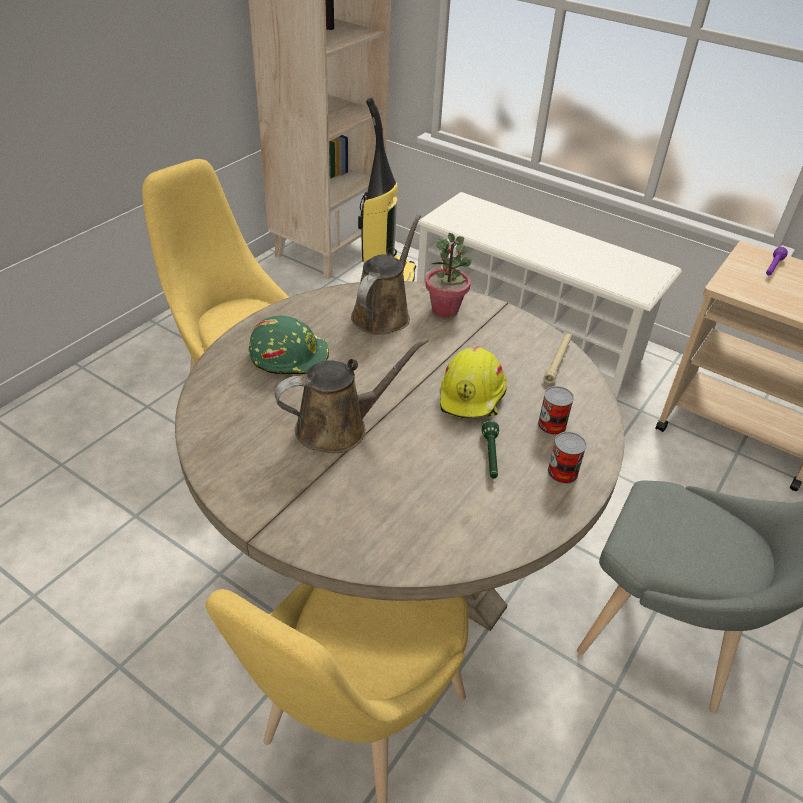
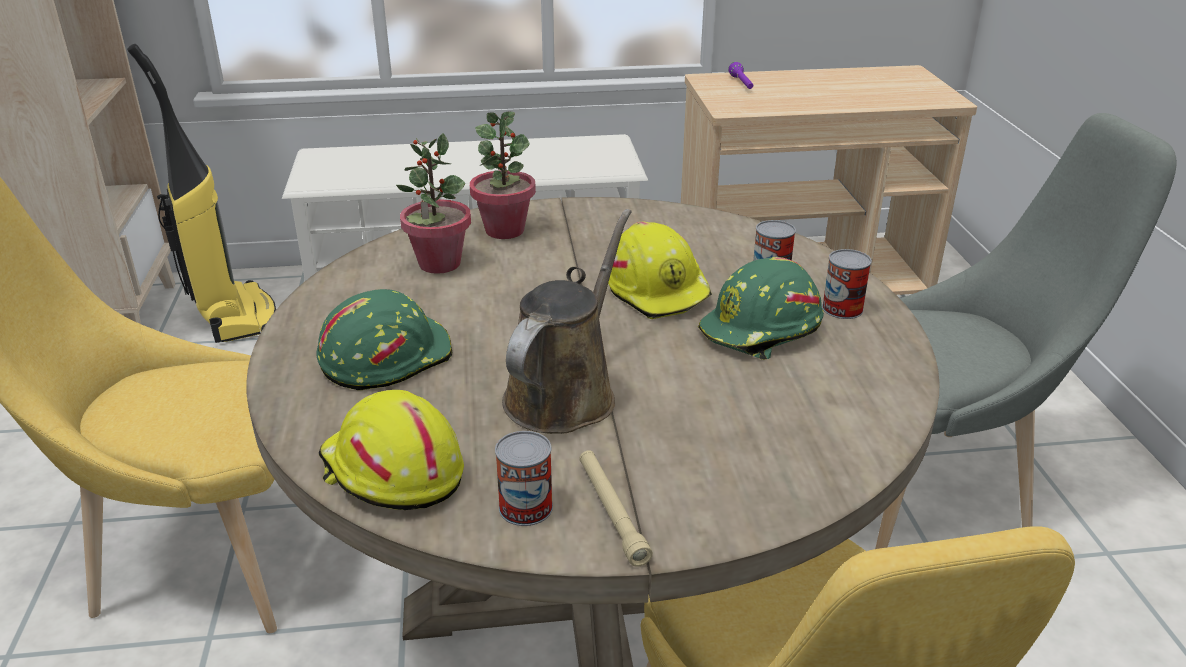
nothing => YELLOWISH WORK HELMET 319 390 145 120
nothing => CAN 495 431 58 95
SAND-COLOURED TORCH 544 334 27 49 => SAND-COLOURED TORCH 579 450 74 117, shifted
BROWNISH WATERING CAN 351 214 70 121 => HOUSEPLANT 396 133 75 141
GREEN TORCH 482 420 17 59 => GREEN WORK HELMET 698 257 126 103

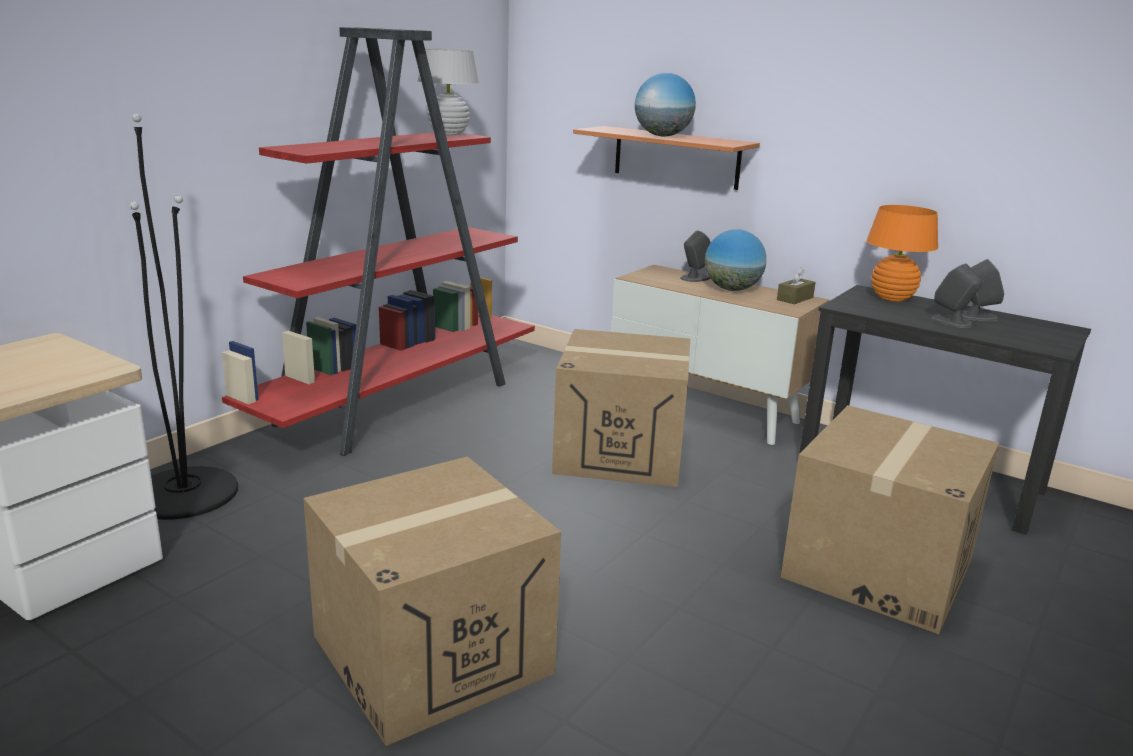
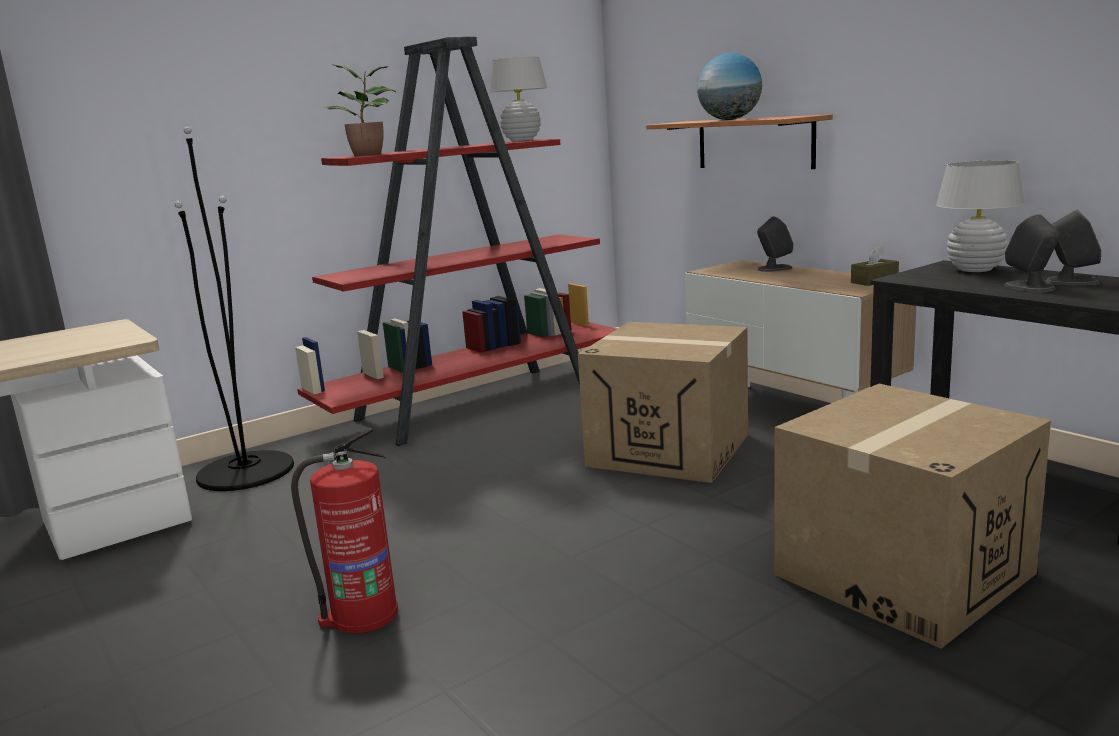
DESK GLOBE 705 229 62 62 => nothing
nothing => HOUSEPLANT 324 65 72 91
PACKING BOX 303 456 258 290 => FIRE-FIGHTING CYLINDER 291 428 107 206
ORANGEY TABLETOP LAMP 867 205 71 97 => WHITISH TABLETOP LAMP 936 160 89 112

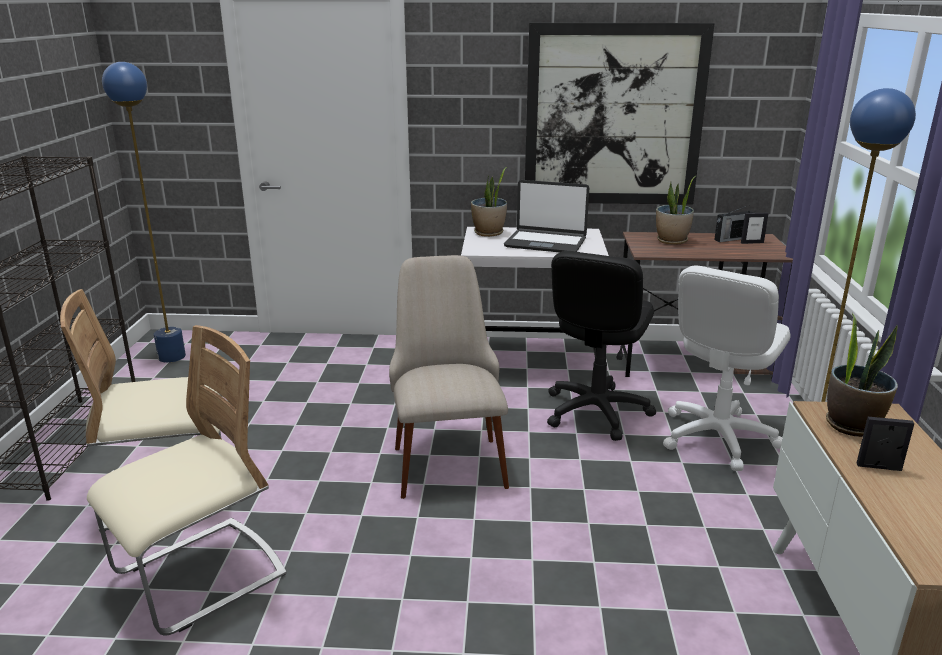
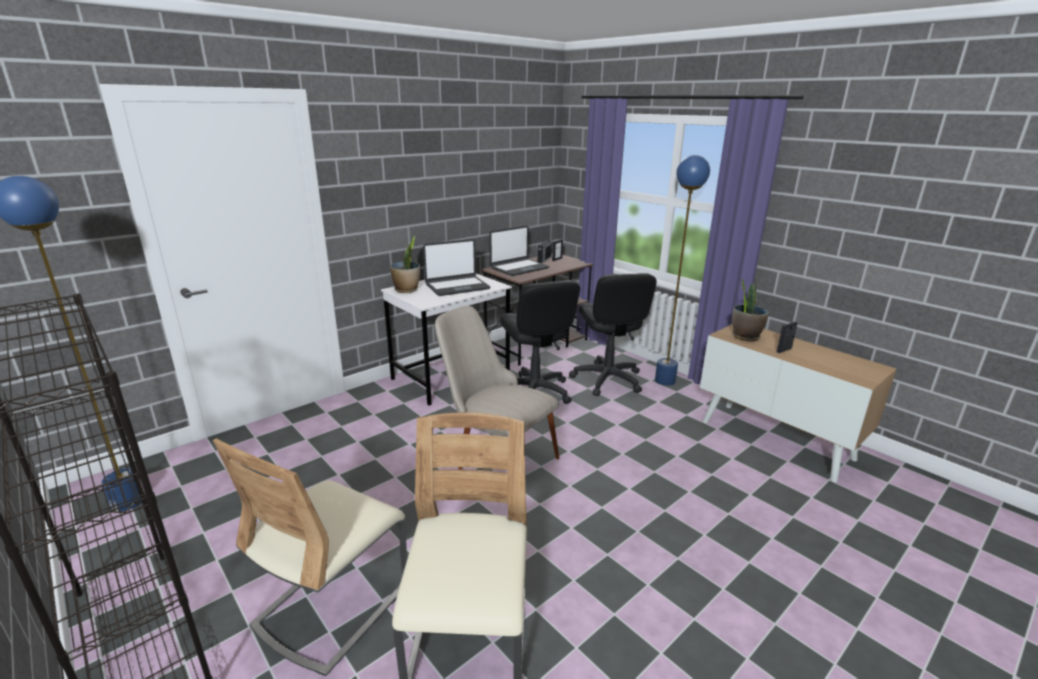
PICTURE 525 23 190 182 => nothing
HOUSEPLANT 656 176 39 69 => LAPTOP 489 226 60 50
WHITISH OFFICE CHAIR 663 266 128 205 => BLACKISH OFFICE CHAIR 569 273 88 123

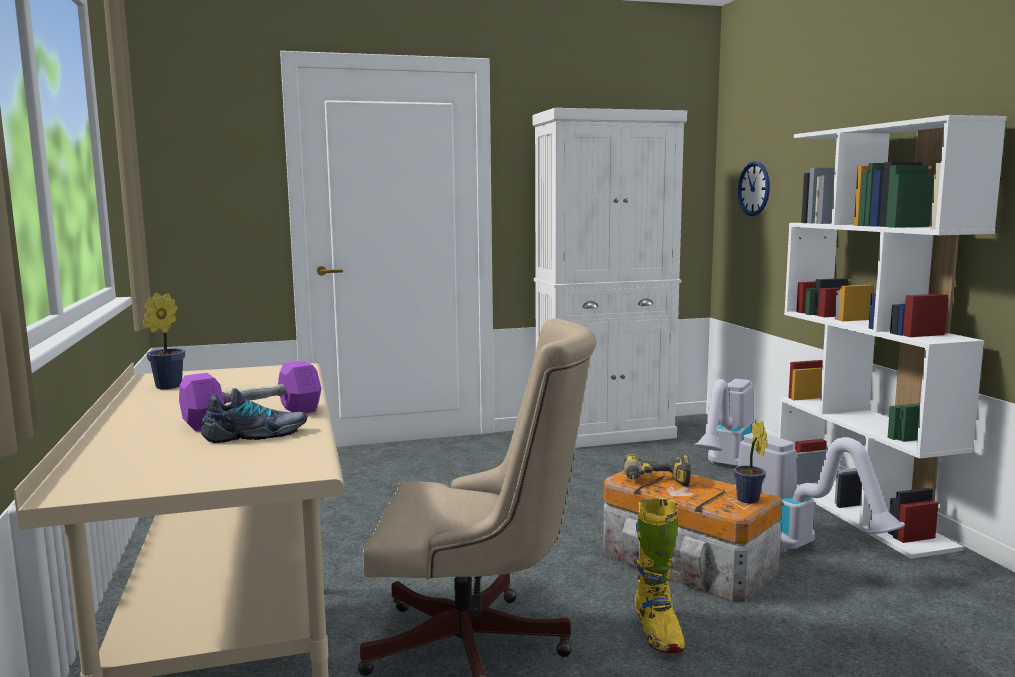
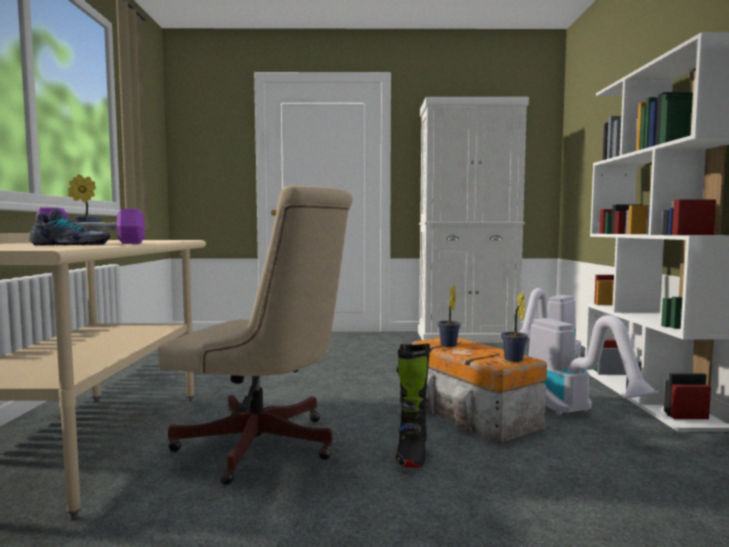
HANGING CLOCK 738 161 32 55 => nothing
ELECTRIC DRILL 623 454 68 33 => HOUSEPLANT 437 285 24 62
YELLOWISH BOOT 635 498 50 155 => BLACKISH BOOT 396 344 34 124

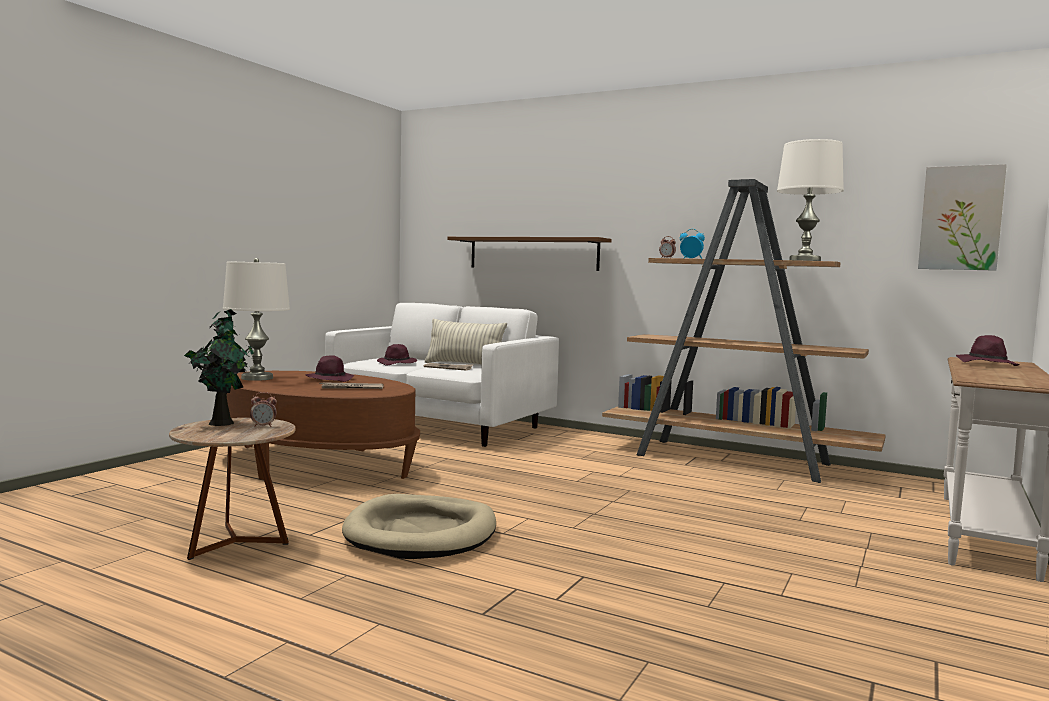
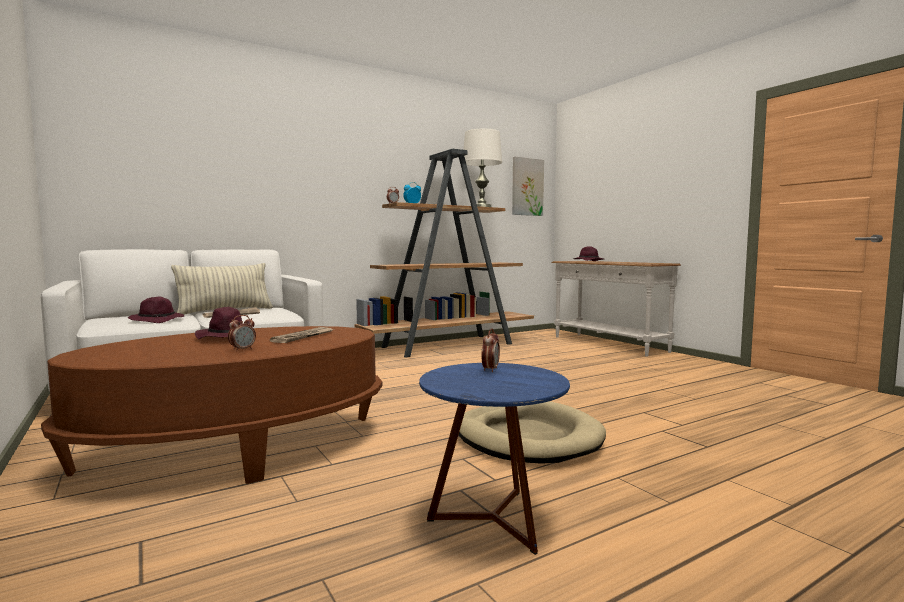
HOUSEPLANT 184 309 70 117 => nothing
WHITISH TABLETOP LAMP 223 258 67 123 => nothing
BROWNISH SHELF 447 237 165 34 => nothing
nothing => ALARM CLOCK 228 315 28 36
BROWNISH SIDE TABLE 169 418 127 142 => BLUE SIDE TABLE 419 363 151 192

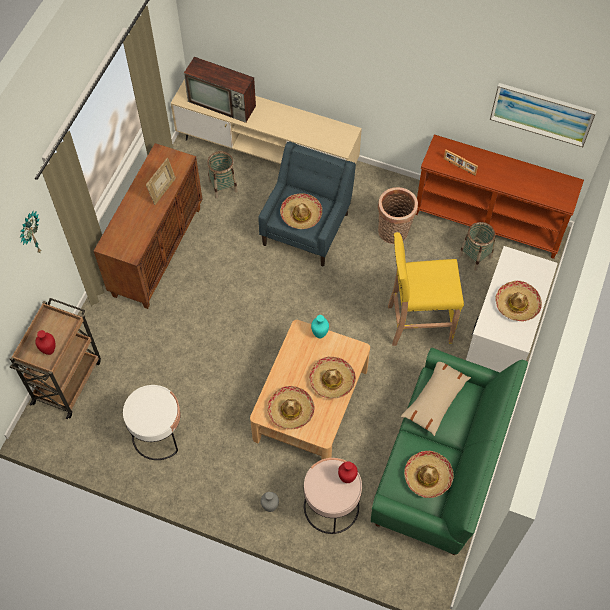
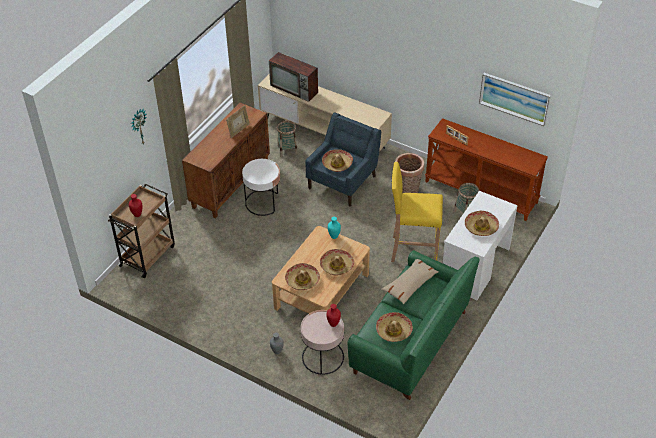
WHITISH SIDE TABLE 123 385 58 75 => WHITISH SIDE TABLE 242 159 38 57, shifted

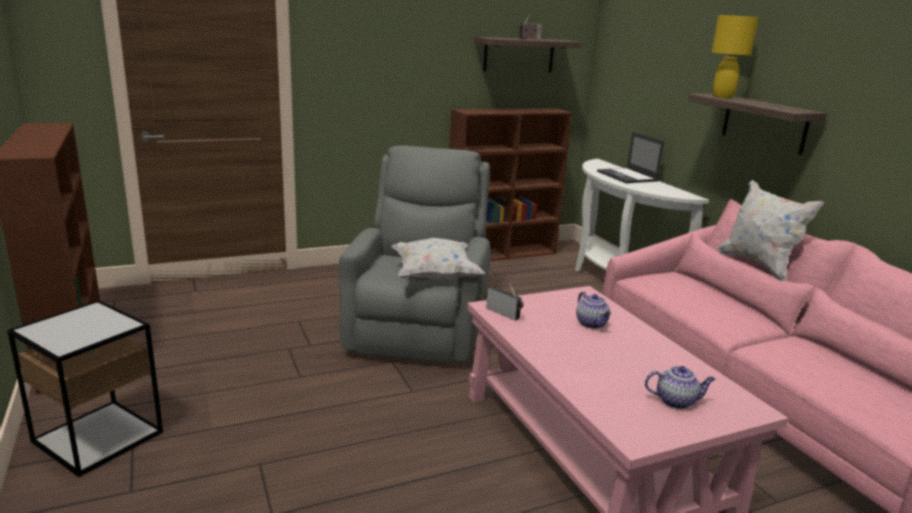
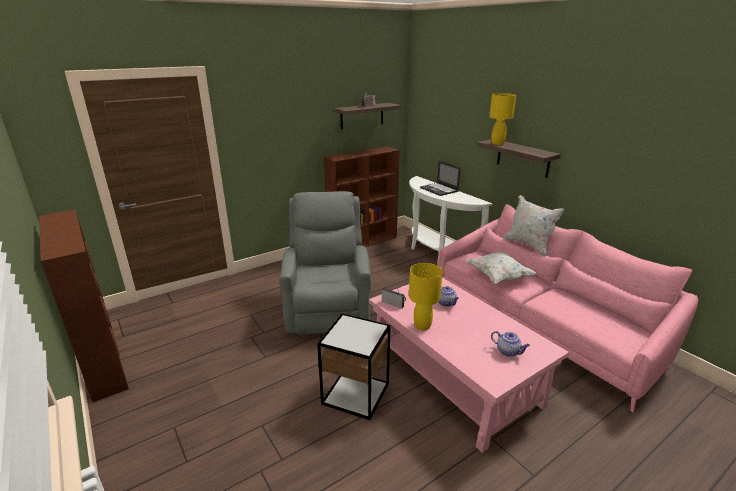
nothing => YELLOWISH TABLETOP LAMP 409 263 34 68
SIDE TABLE 7 300 156 177 => SIDE TABLE 317 314 74 106, shifted
WHITISH PILLOW 392 238 93 42 => WHITISH PILLOW 466 251 71 34, shifted
POT FOR TEA 645 366 70 43 => POT FOR TEA 491 331 39 26, 45 degrees clockwise

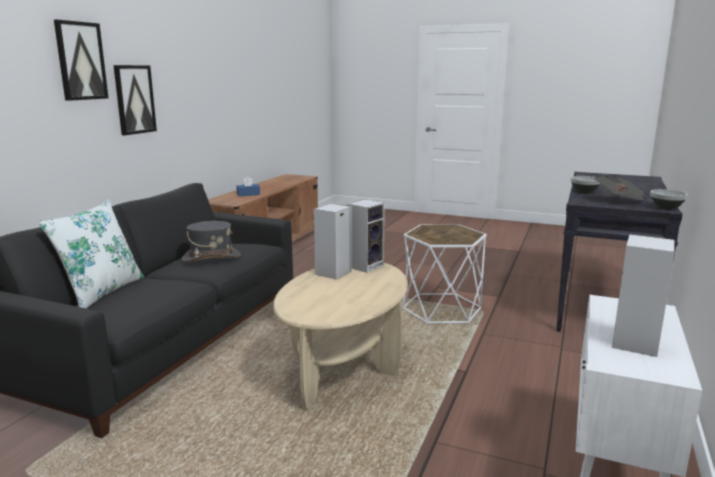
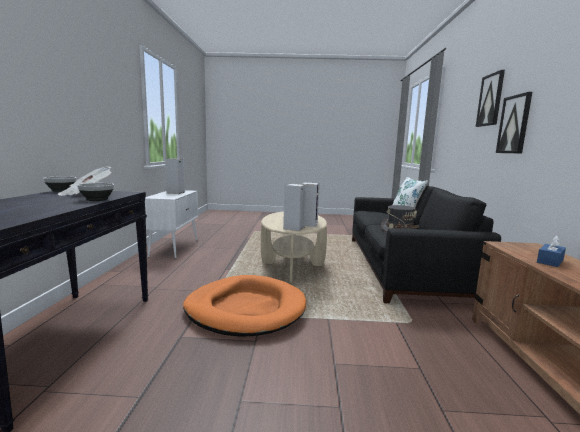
WHITISH SIDE TABLE 402 224 85 100 => ORANGEY DOG BED 183 275 123 62

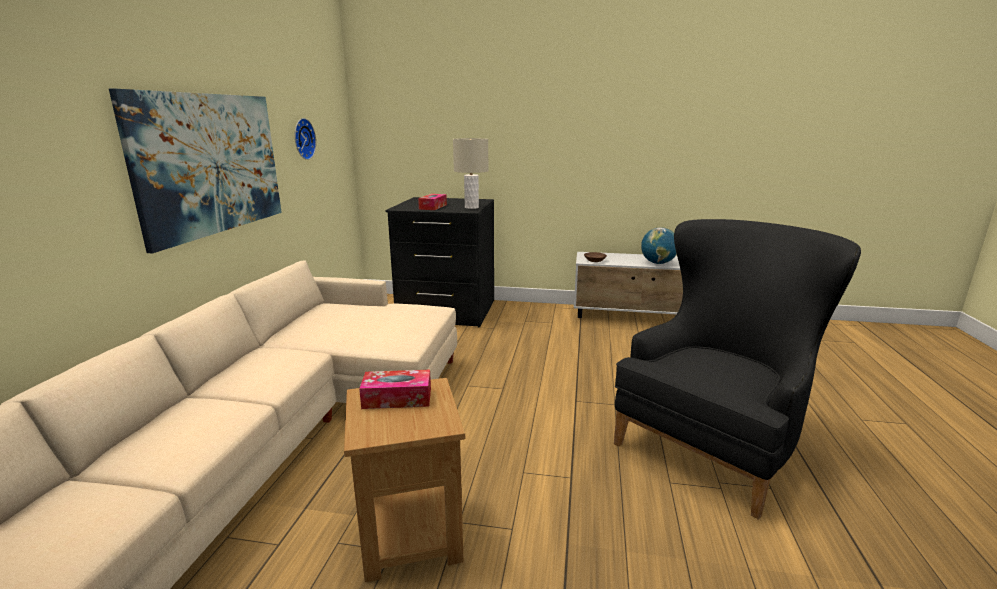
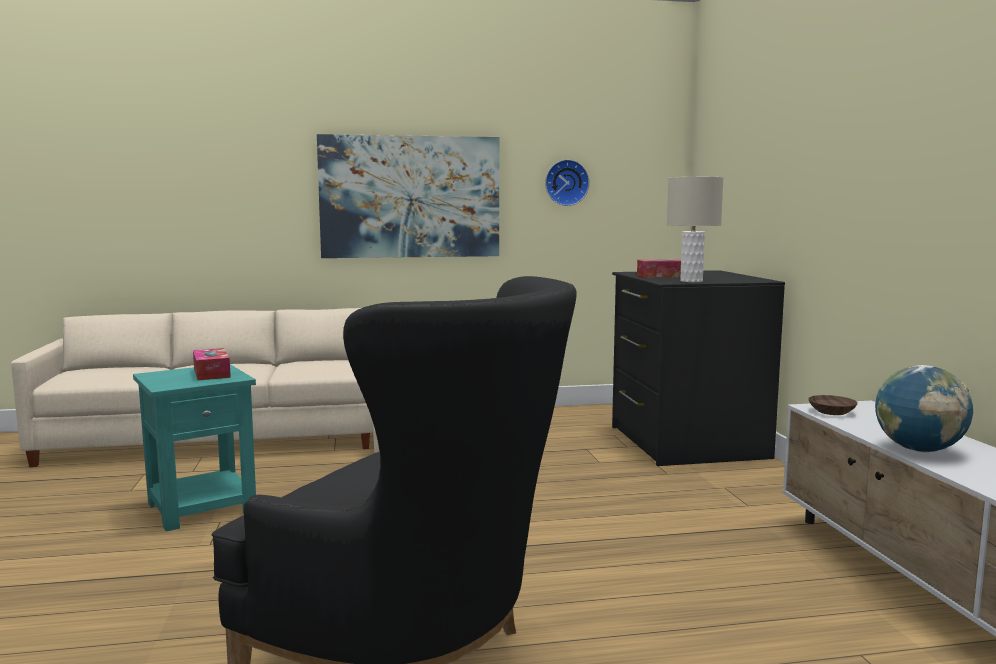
BROWNISH SIDE TABLE 344 378 121 204 => TURQUOISE SIDE TABLE 133 364 123 167

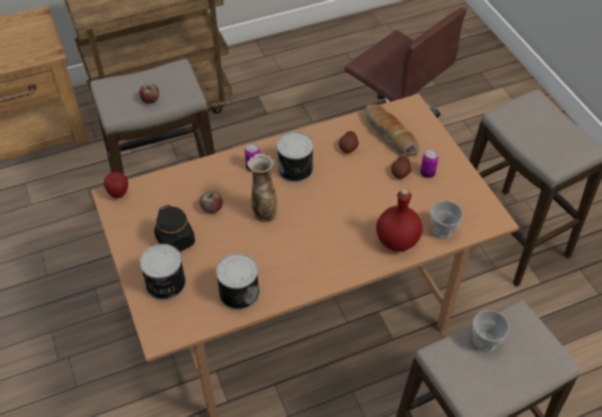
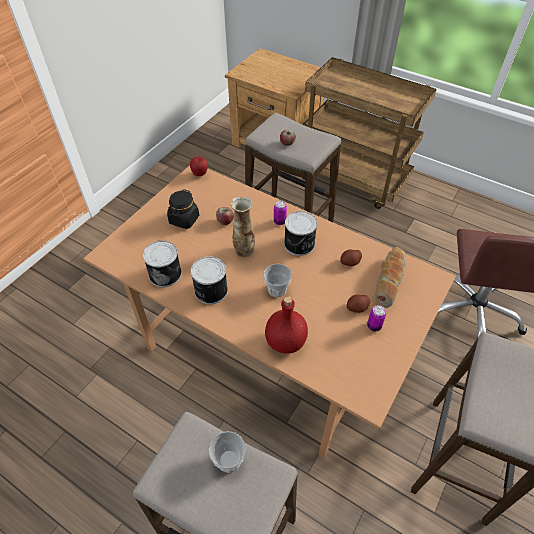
CAN 140 244 46 56 => CAN 191 256 37 48, shifted
CUP 431 201 32 38 => CUP 263 264 29 33, shifted

